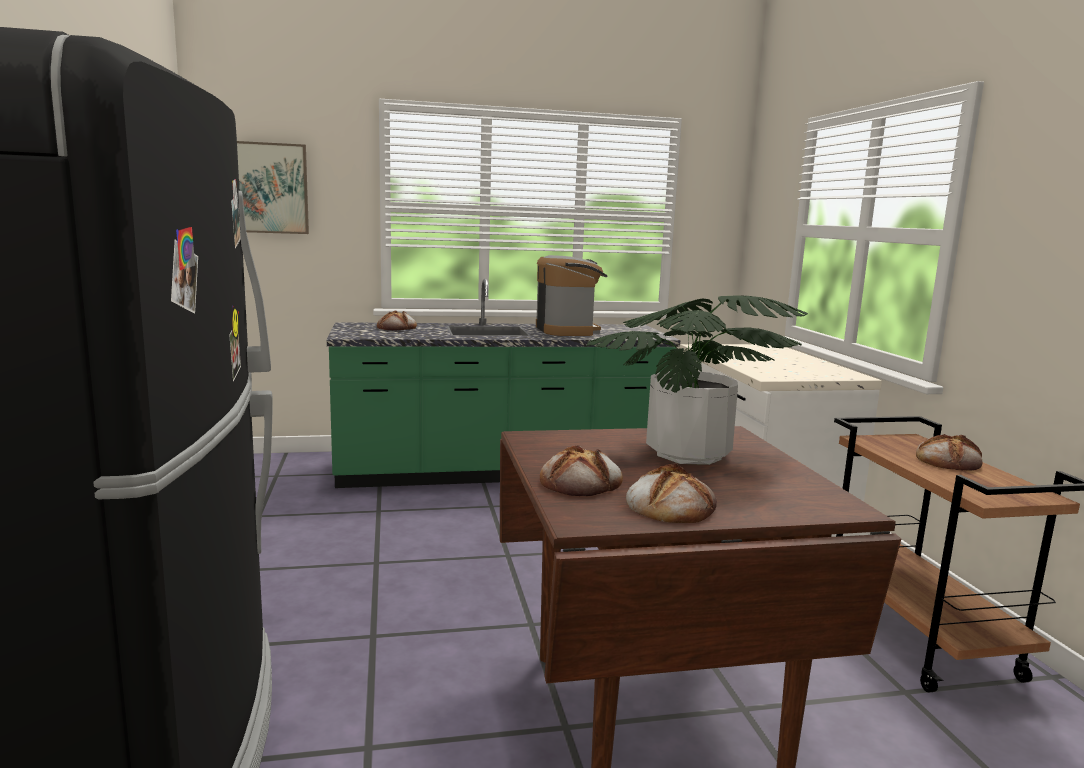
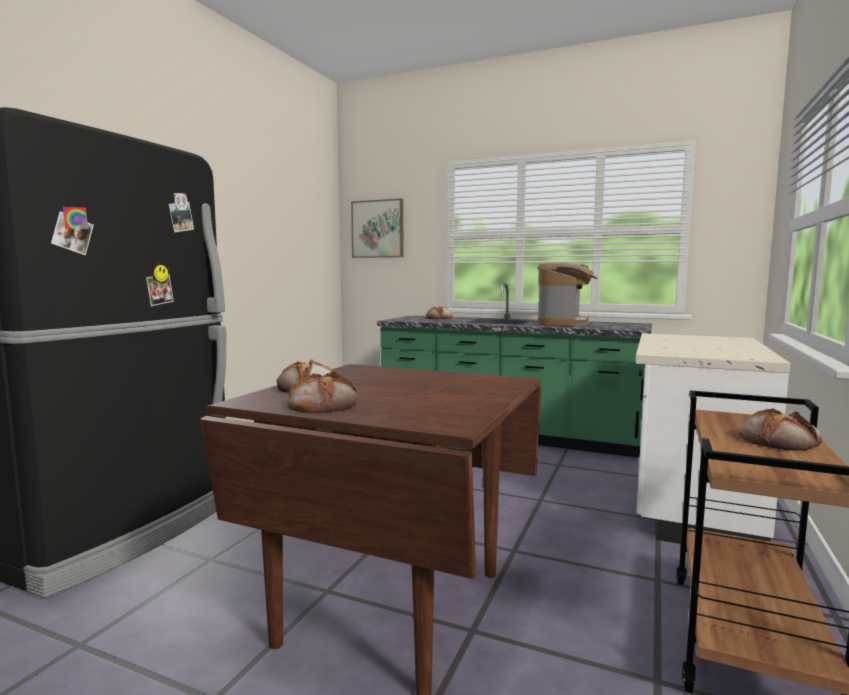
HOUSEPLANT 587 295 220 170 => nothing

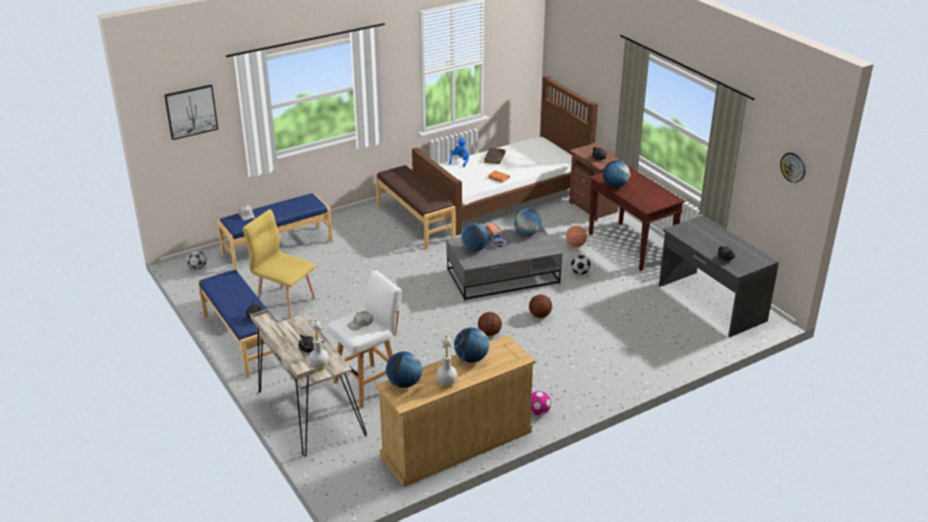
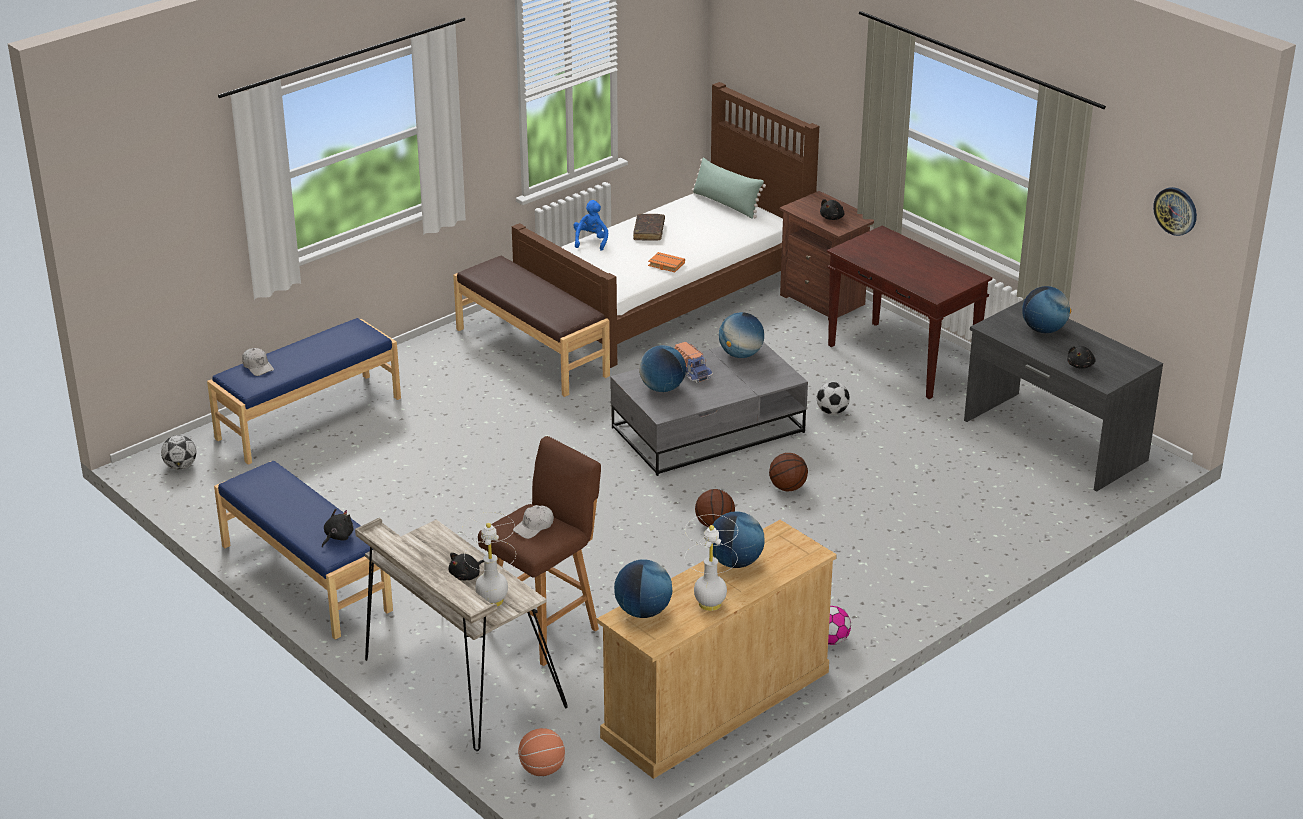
PICTURE 164 85 54 55 => nothing
YELLOWISH CHAIR 243 209 73 110 => nothing
nothing => GREEN PILLOW 692 157 74 62
BALL FOR BASKETBALL 566 226 21 21 => BALL FOR BASKETBALL 518 728 47 48, shifted
DESK GLOBE 603 161 27 27 => DESK GLOBE 1022 286 49 47, shifted
WHITISH STOOL SEAT 327 270 75 138 => BROWNISH STOOL SEAT 478 436 123 230

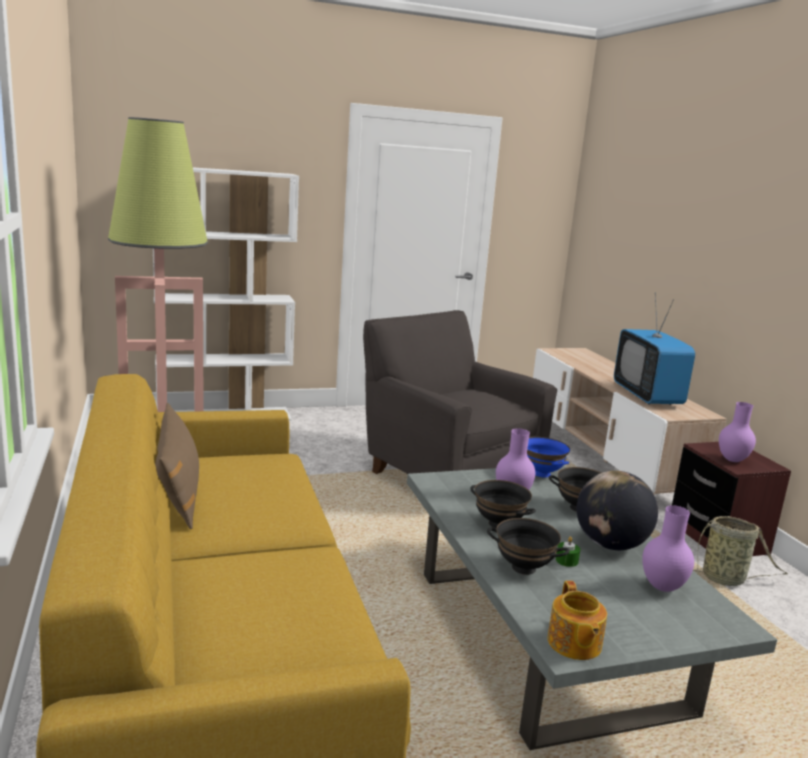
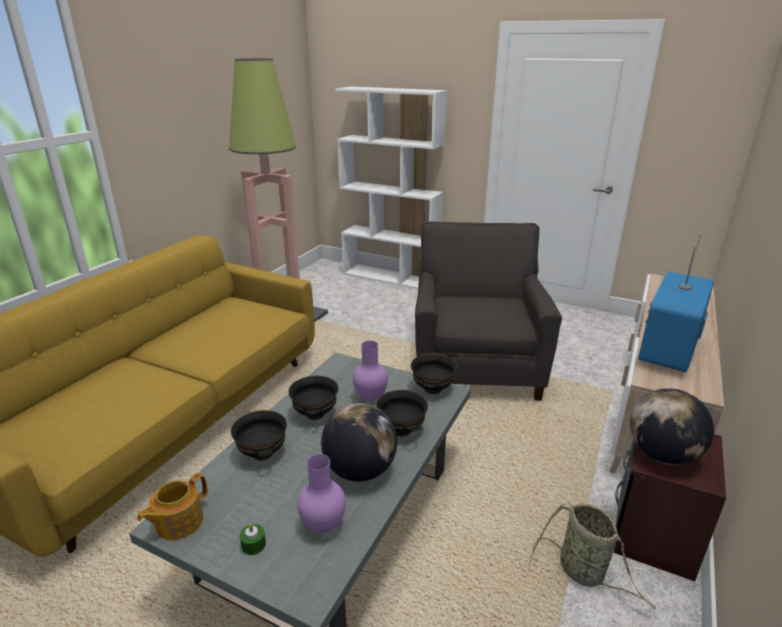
BROWNISH PILLOW 155 403 44 126 => nothing
GREEN CANDLE 556 537 24 30 => GREEN CANDLE 240 524 26 31, shifted
PURPLISH FLOWER VASE 719 402 37 60 => DESK GLOBE 630 388 84 77
BLUE DEEP DISH 527 437 43 41 => BLACKISH DEEP DISH 411 354 46 40

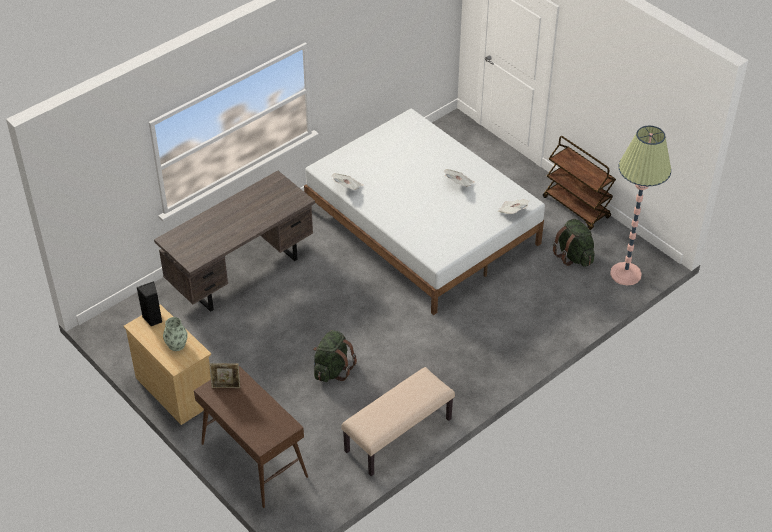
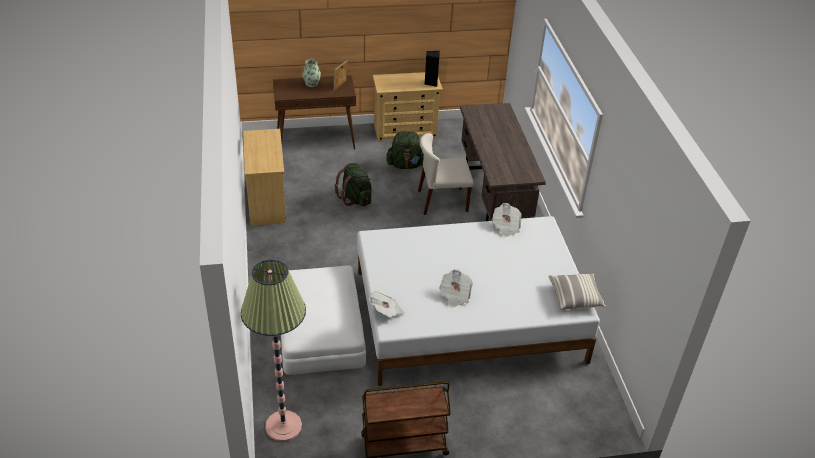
nothing => WHITISH FOOTREST 281 265 85 110
nothing => SAND-COLOURED CHAIR 418 133 56 82
nothing => PILLOW 548 274 57 35
FLOWER VASE 163 317 25 34 => FLOWER VASE 302 59 19 28, shifted
GREEN KNAPSACK 553 219 42 48 => GREEN KNAPSACK 386 131 38 38, shifted
SAND-COLOURED BENCH 341 367 114 109 => SAND-COLOURED CHEST OF DRAWERS 243 129 43 96

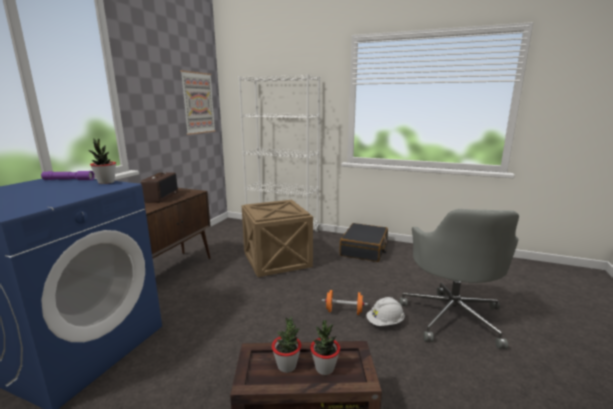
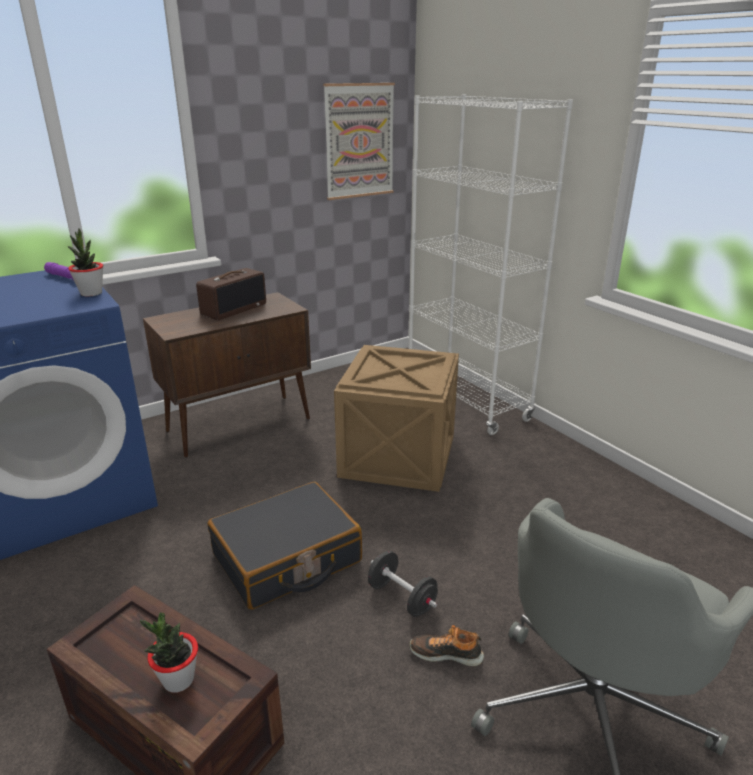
HOUSEPLANT 272 316 29 57 => nothing
BLACKISH PIECE OF LUGGAGE 339 223 49 39 => BLACKISH PIECE OF LUGGAGE 208 482 154 128, shifted
WHITISH WORK HELMET 366 297 39 29 => ITEM OF FOOTWEAR 409 625 75 41
ORANGEY FREE WEIGHT 322 290 46 25 => BLACKISH FREE WEIGHT 368 551 70 66

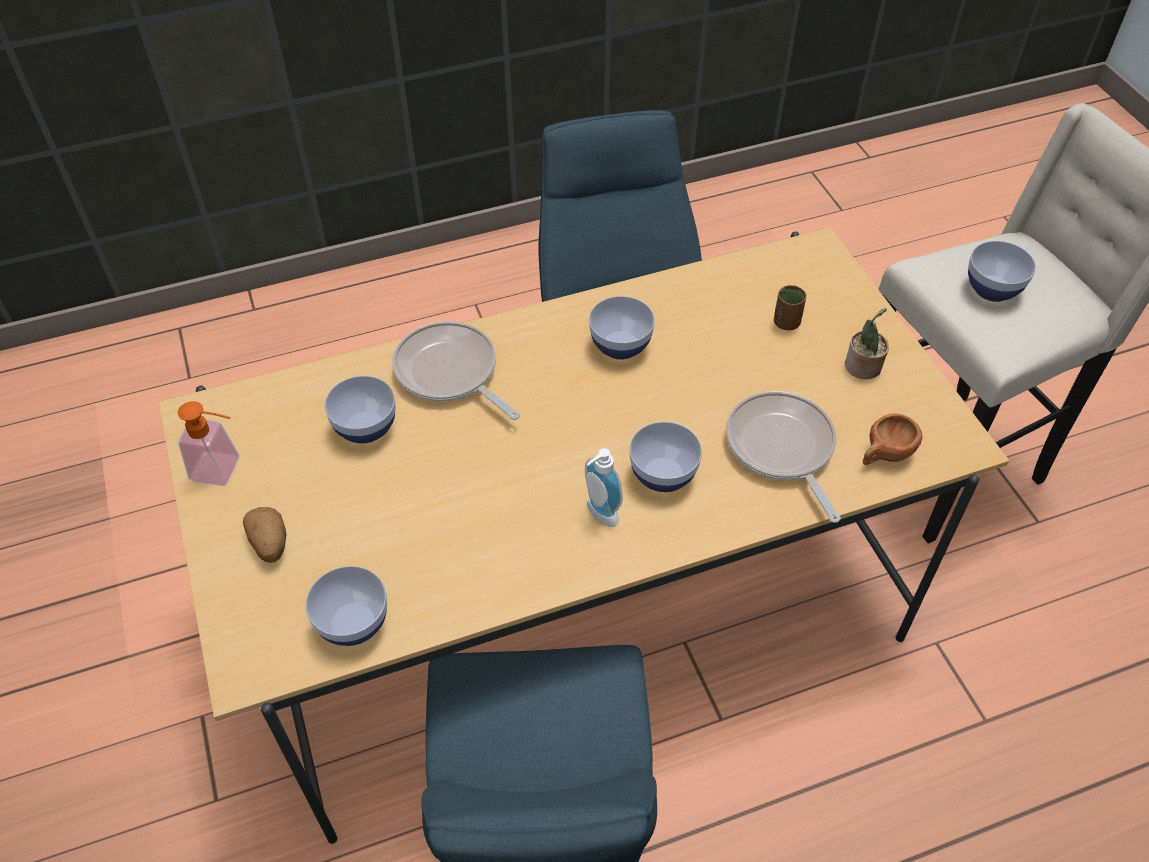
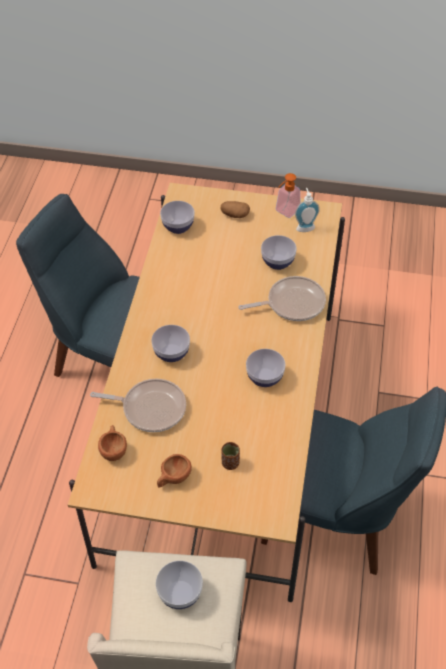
SOAP BOTTLE 585 448 38 79 => SOAP BOTTLE 295 188 25 44, shifted
HOUSEPLANT 845 308 44 71 => BROWNISH CUP 157 454 35 34

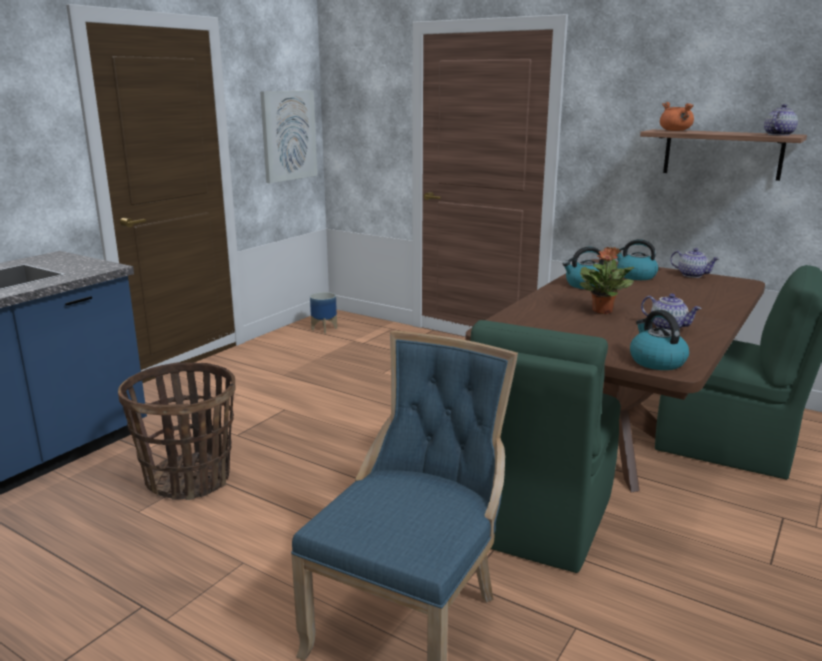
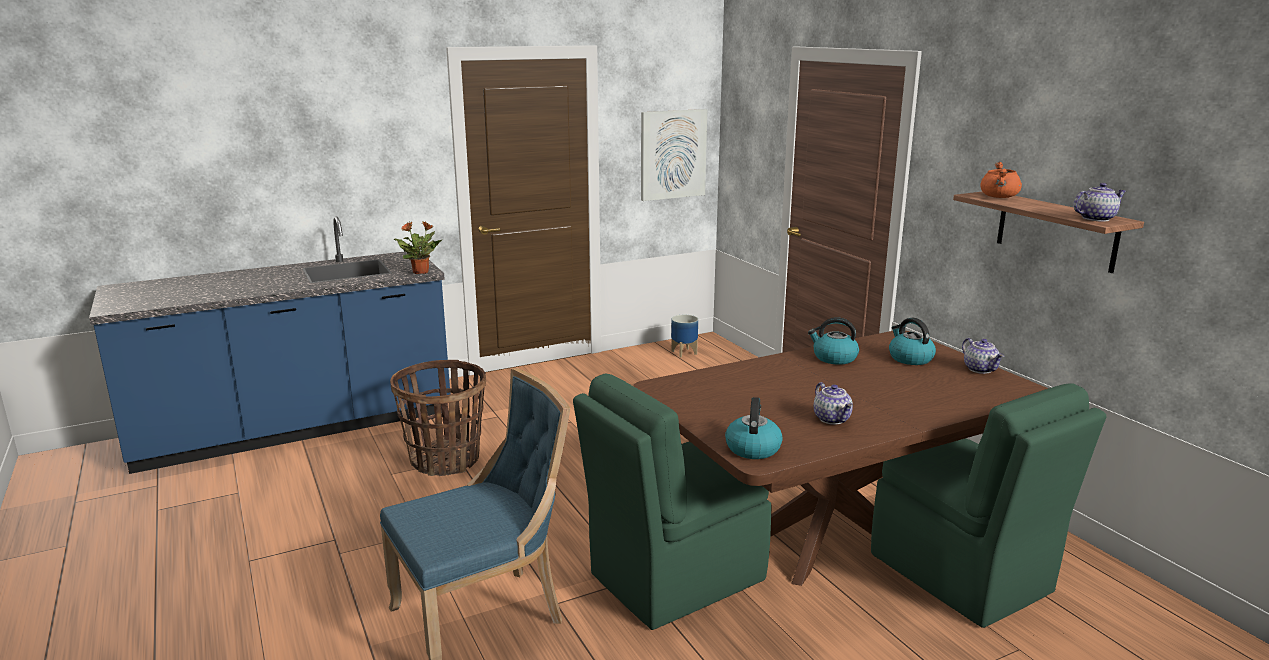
HOUSEPLANT 580 247 54 67 => HOUSEPLANT 394 222 48 52, shifted

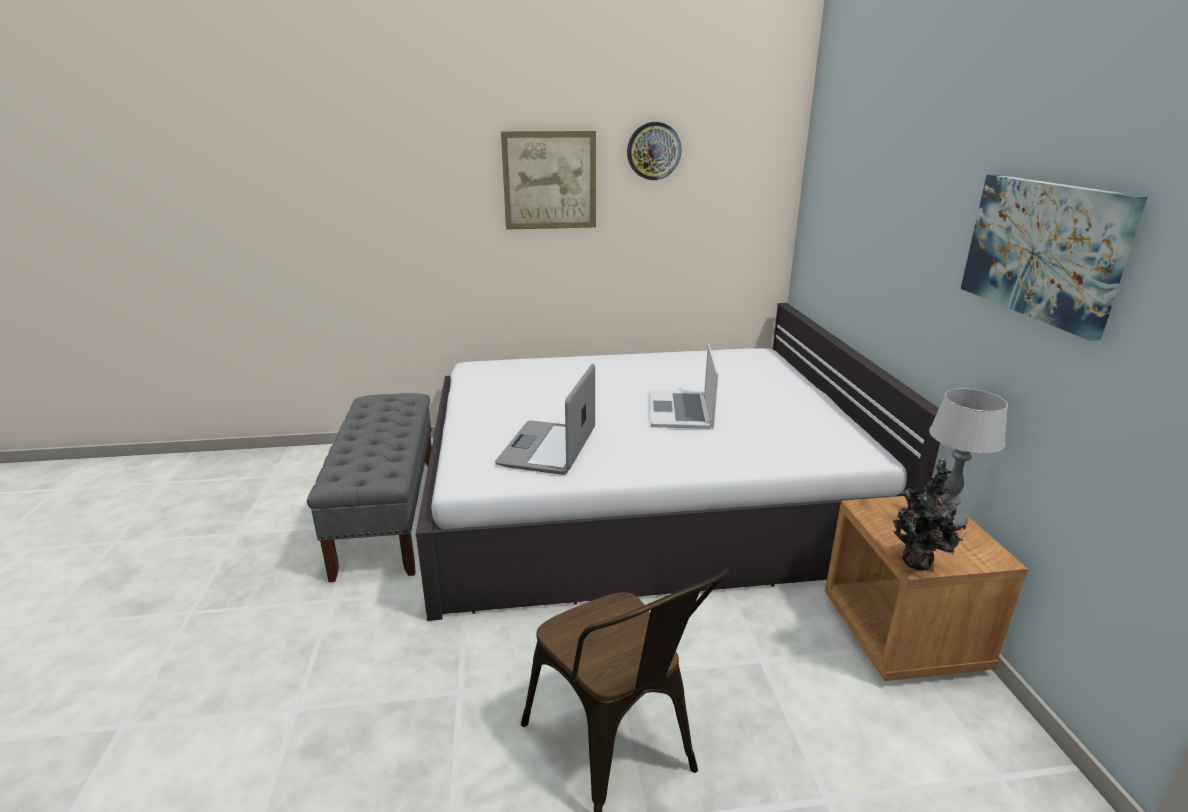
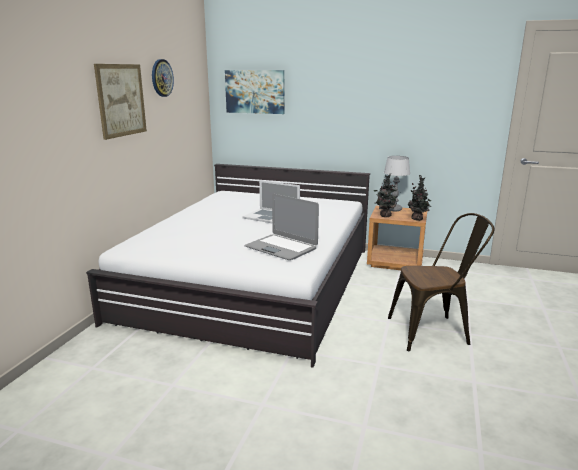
GRAY BENCH 307 393 125 189 => nothing
nothing => HOUSEPLANT 374 173 23 44
PICTURE 961 175 187 166 => PICTURE 225 70 59 44, shifted

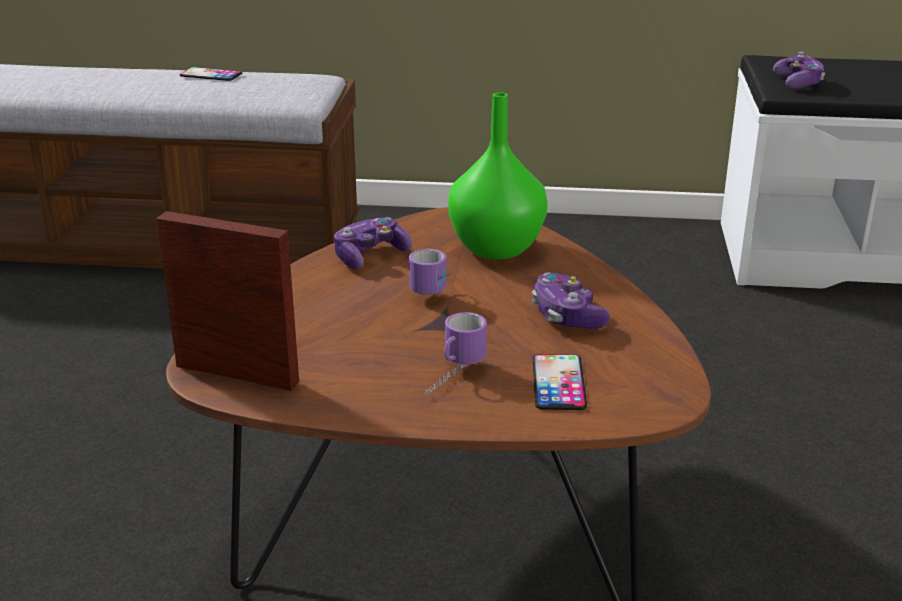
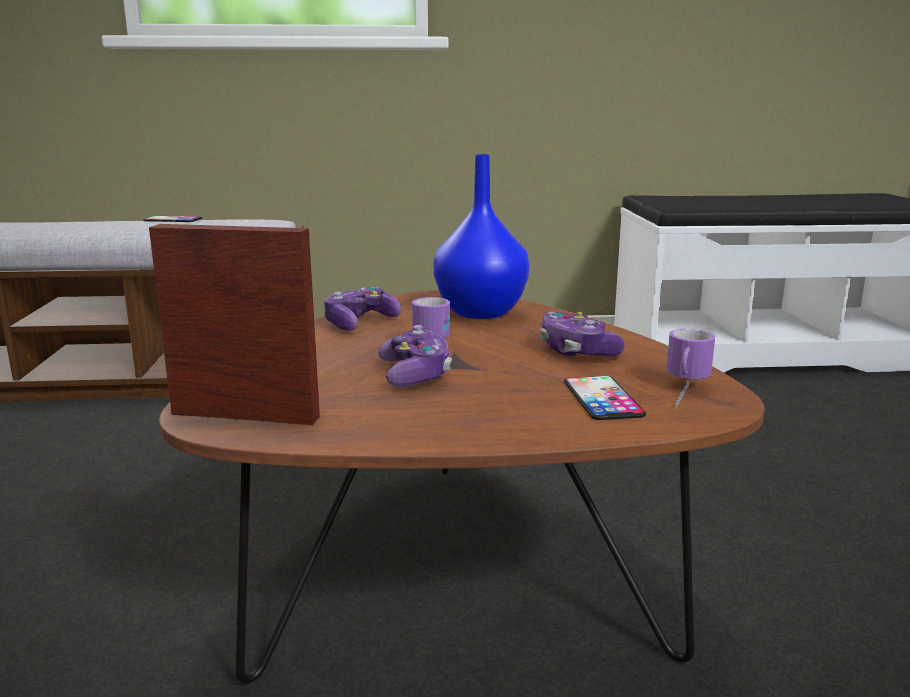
MUG 425 312 62 84 => MUG 667 329 48 81, shifted
GAMEPAD 773 51 52 37 => GAMEPAD 378 325 74 62, shifted
GREEN FLOWER VASE 448 93 100 166 => BLUE FLOWER VASE 433 154 96 165

